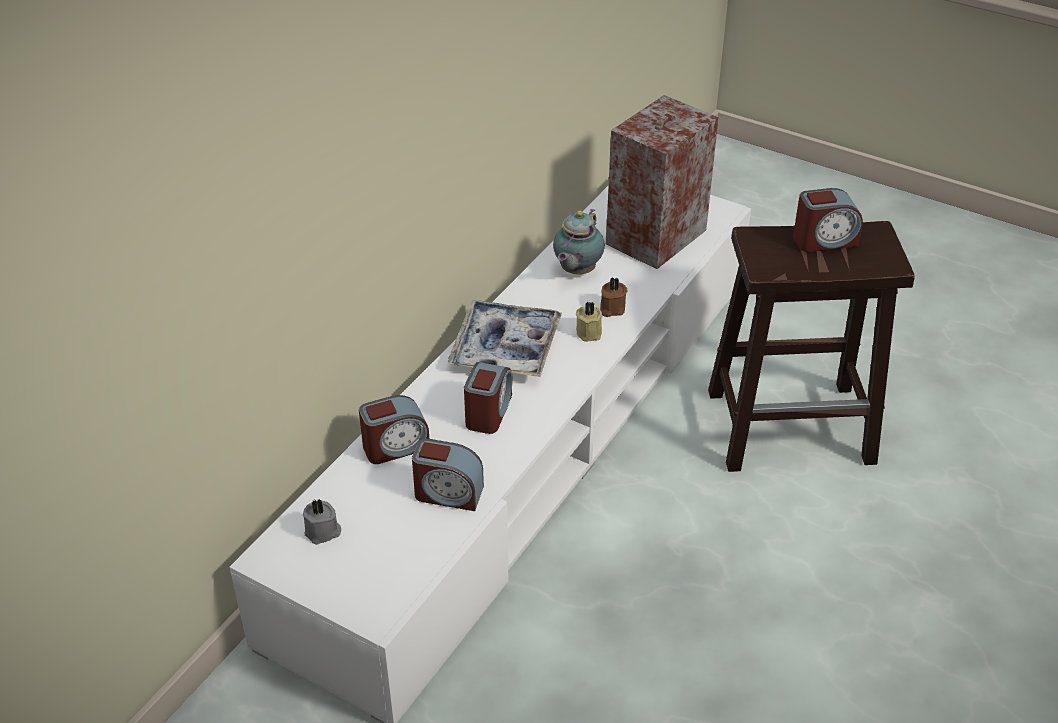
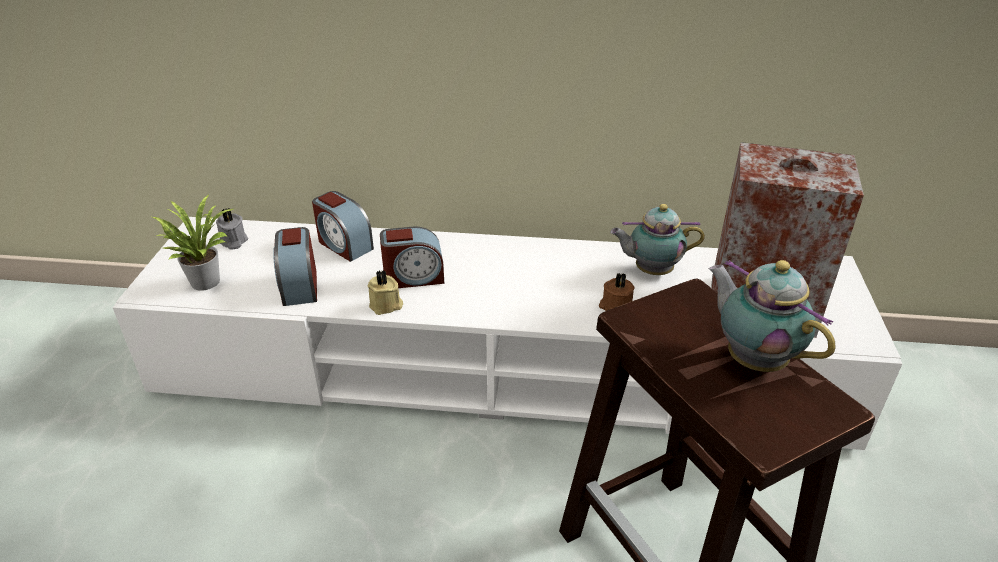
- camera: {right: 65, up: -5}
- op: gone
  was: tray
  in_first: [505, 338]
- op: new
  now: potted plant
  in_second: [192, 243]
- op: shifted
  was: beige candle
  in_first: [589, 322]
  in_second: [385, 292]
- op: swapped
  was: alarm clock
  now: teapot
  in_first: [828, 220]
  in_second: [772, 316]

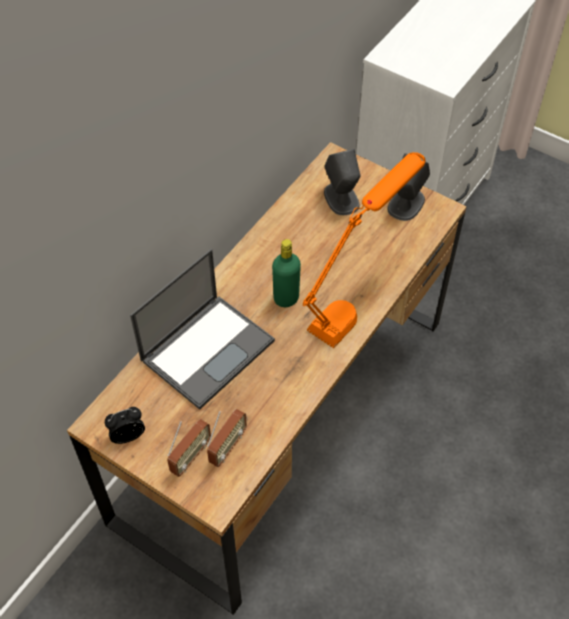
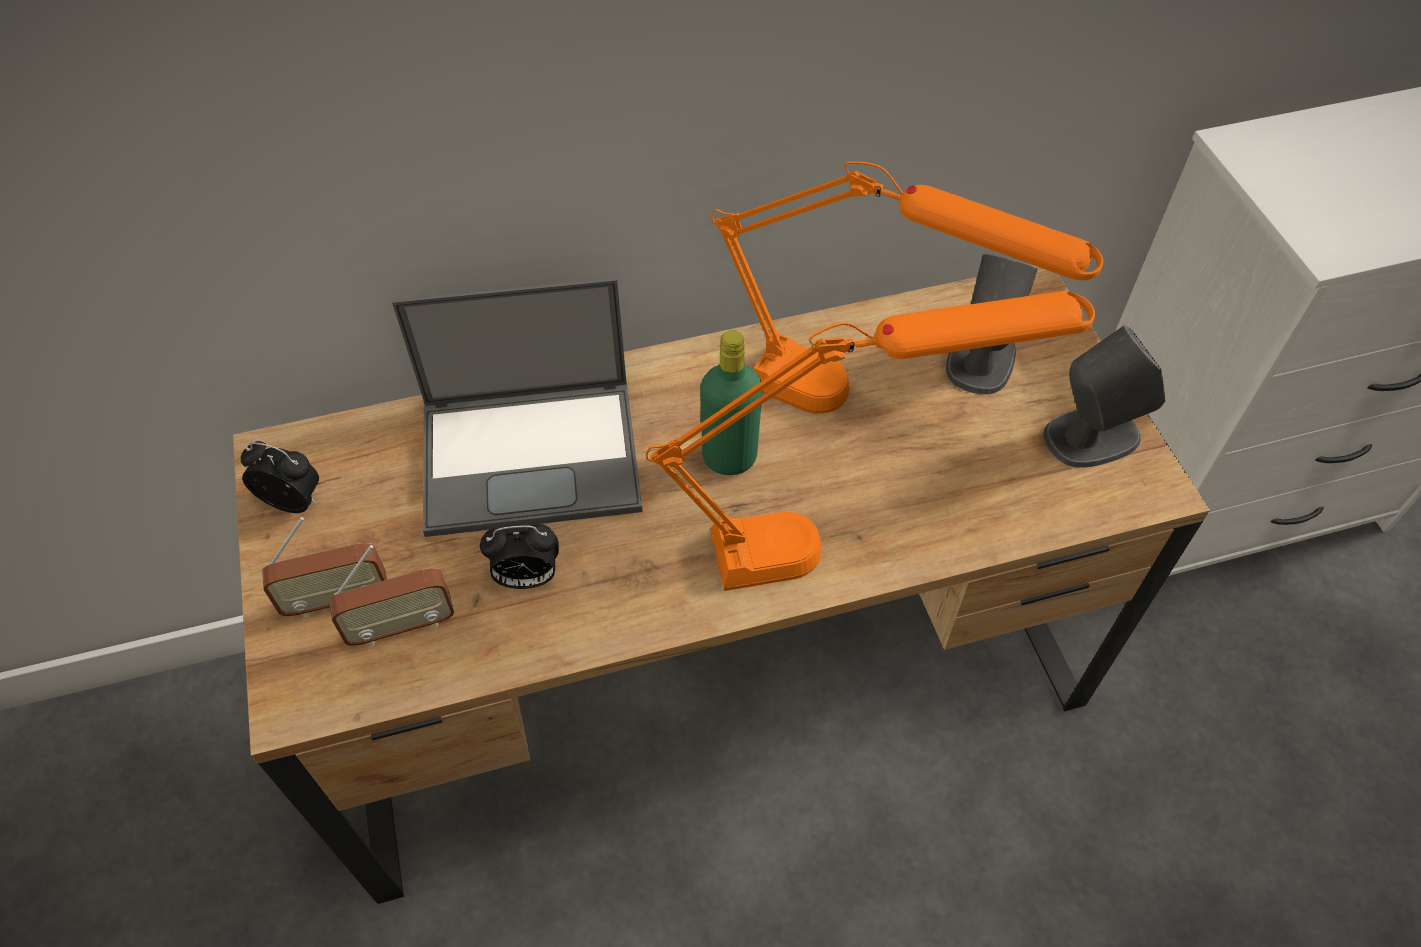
- camera: {right: 40, up: 0}
- op: new
  now: alarm clock
  in_second: [519, 556]
- op: new
  now: orange table lamp
  in_second: [907, 287]

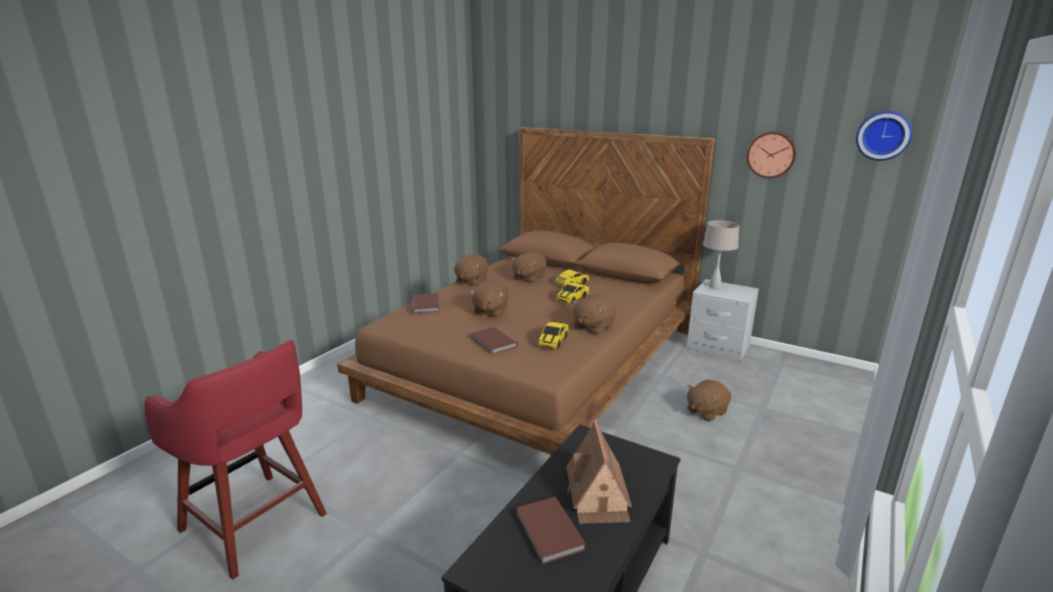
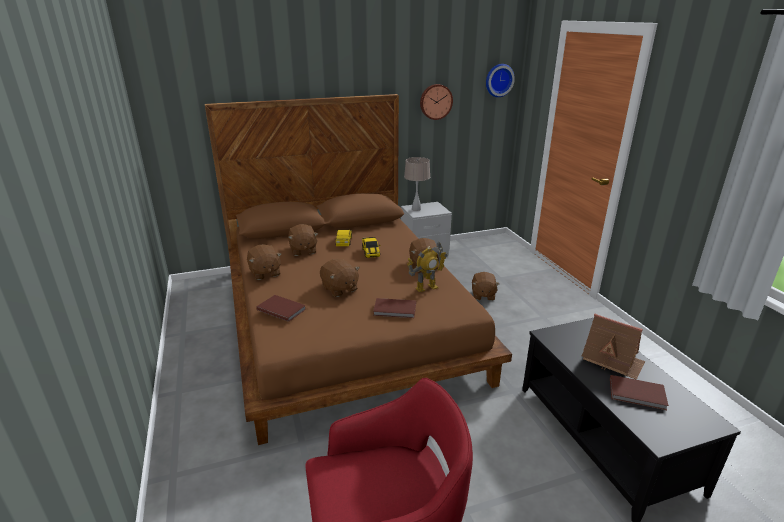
- camera: {right: -50, up: 5}
- op: swapped
  was: toy car
  now: toy robot
  in_first: [553, 335]
  in_second: [427, 266]

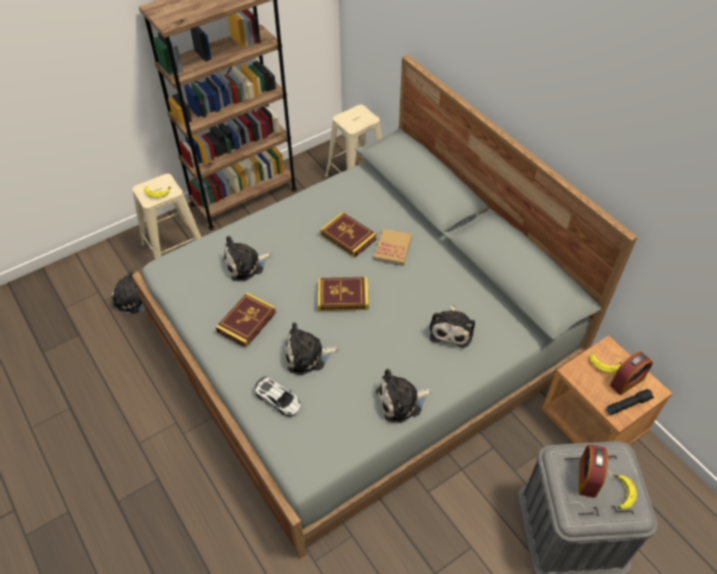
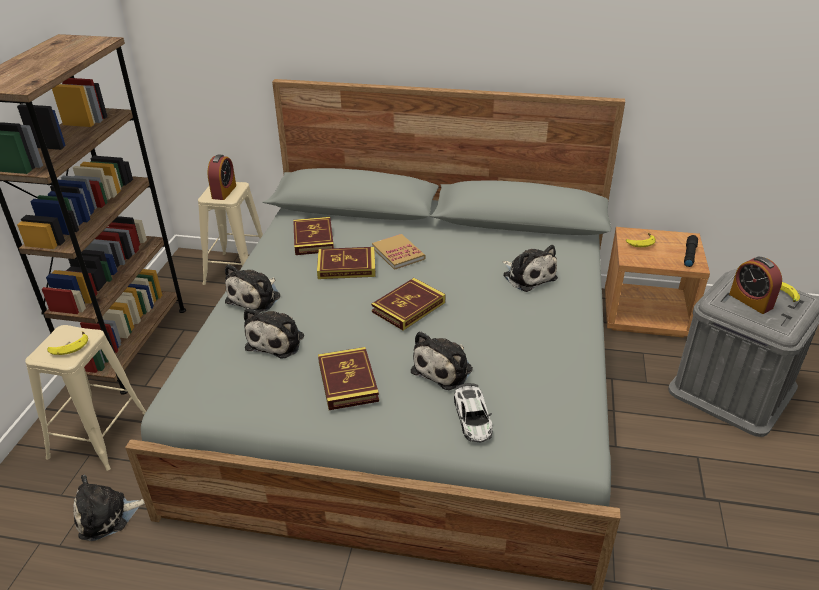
- camera: {right: -45, up: -15}
- op: new
  now: book
  in_second: [313, 236]
- op: shifted
  was: plush toy
  in_first: [404, 396]
  in_second: [252, 288]
- op: shifted
  was: alarm clock
  in_first: [631, 373]
  in_second: [222, 177]
- op: rotated
  was: toy car
  in_first: [278, 396]
  in_second: [473, 412]
  clockwise: 90

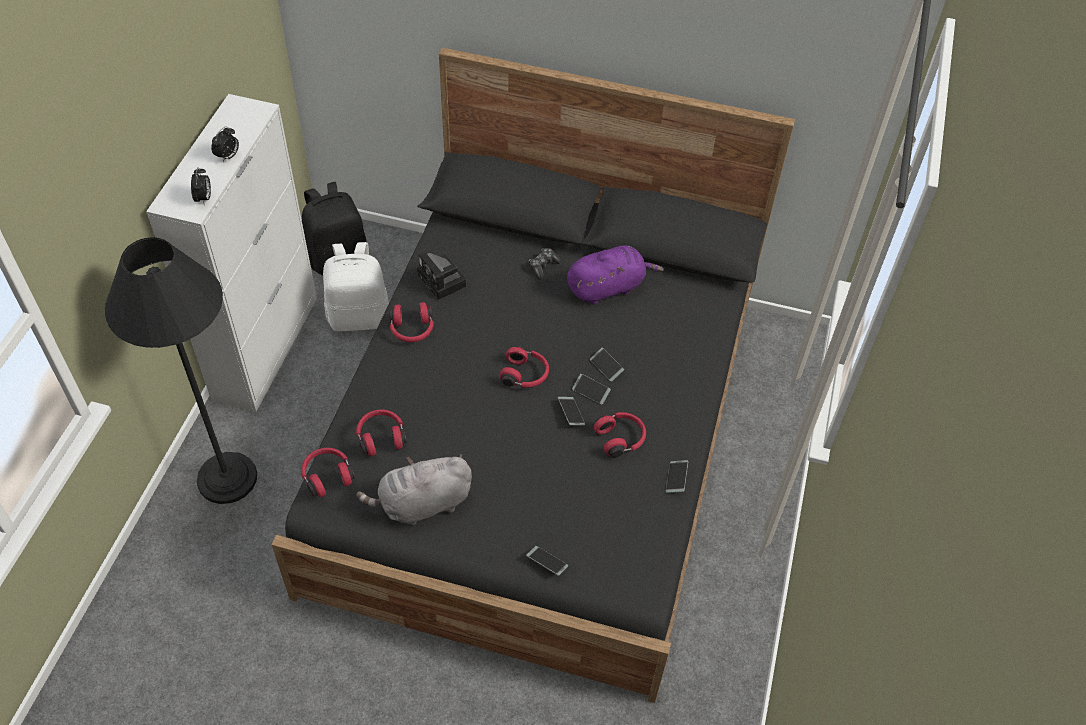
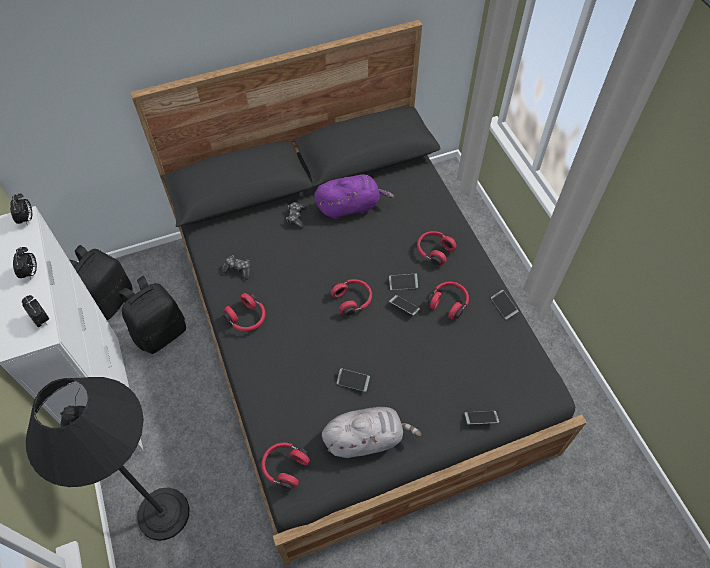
- camera: {right: -35, up: 5}
- op: new
  now: alarm clock
  in_second: [21, 210]
- op: shifted
  was: red headphones
  in_first: [381, 432]
  in_second: [437, 248]
- op: shifted
  was: phone
  in_first: [607, 365]
  in_second: [353, 380]
- op: swapped
  was: photo camera
  now: game controller
  in_first: [441, 276]
  in_second: [235, 267]
- op: repainted
  was: white backpack
  now: black backpack
  in_first: [356, 286]
  in_second: [152, 315]
- op: rotated
  was: grey plush toy
  in_first: [414, 489]
  in_second: [371, 432]
  clockwise: -135
- op: rotated
  was: purple plush toy
  in_first: [615, 275]
  in_second: [354, 196]
  clockwise: 45

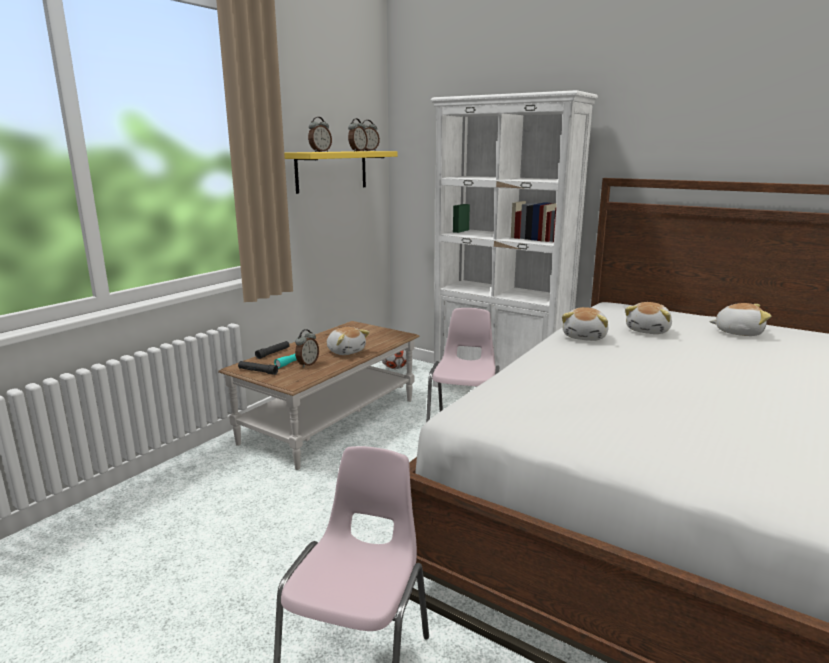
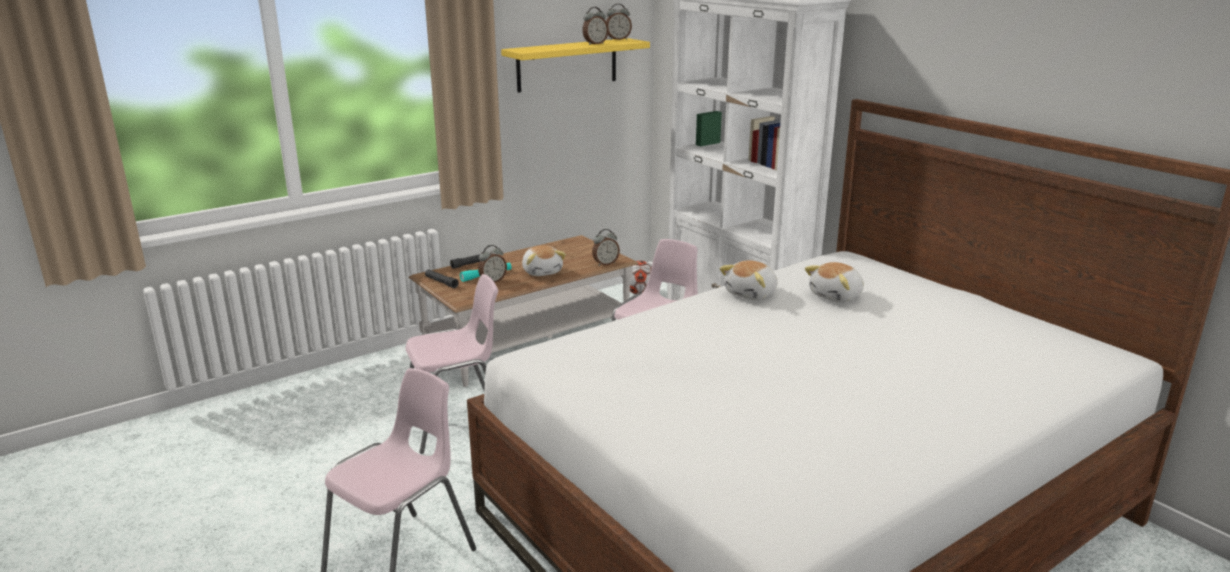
- camera: {right: 20, up: 5}
- op: gone
  was: plush toy
  in_first: [740, 319]
- op: new
  now: pink chair
  in_second: [452, 364]
- op: shifted
  was: alarm clock
  in_first: [320, 134]
  in_second: [606, 247]

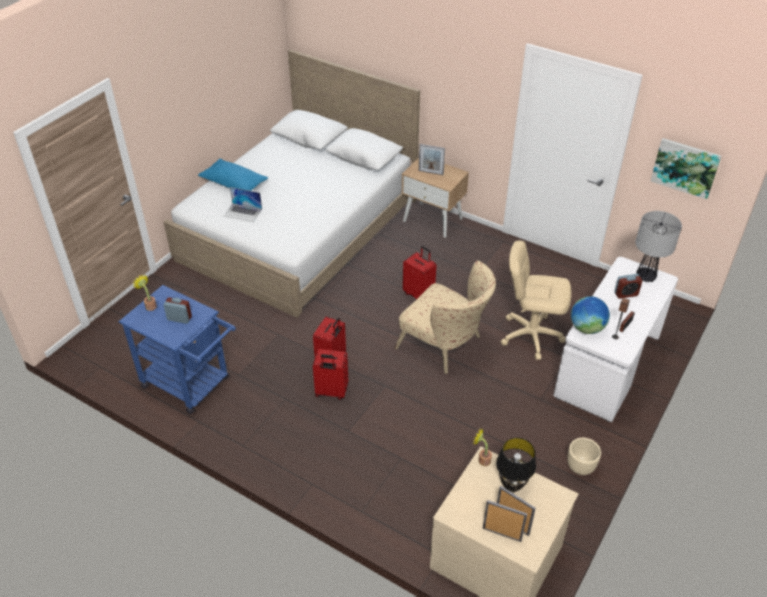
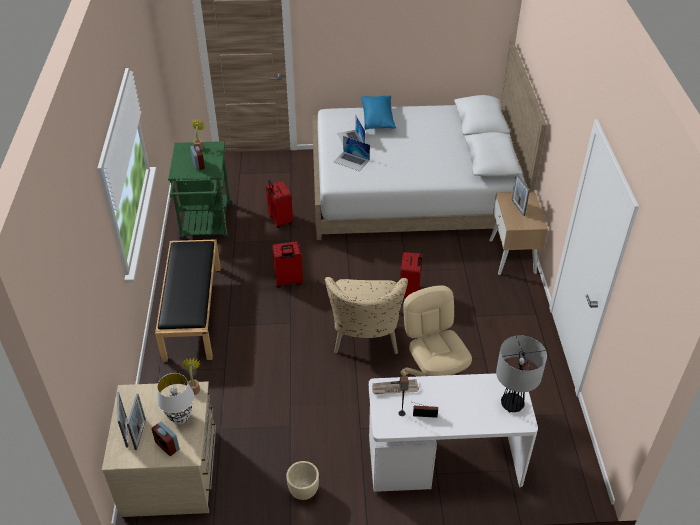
- camera: {right: 55, up: 0}
- op: gone
  was: picture
  in_first: [686, 168]
- op: new
  now: black bench
  in_second: [188, 300]
- op: new
  now: laptop
  in_second: [351, 153]
- op: shifted
  was: red suitcase
  in_first: [330, 374]
  in_second: [279, 204]
- op: shifted
  was: alarm clock
  in_first: [628, 286]
  in_second: [166, 439]
- op: swapped
  was: globe
  now: newspaper
  in_first: [590, 315]
  in_second: [395, 386]
- op: repainted
  was: blue cart
  now: green cart
  in_first: [177, 349]
  in_second: [200, 190]
- op: repainted
  was: black table lamp
  now: white table lamp
  in_first: [516, 465]
  in_second: [175, 398]

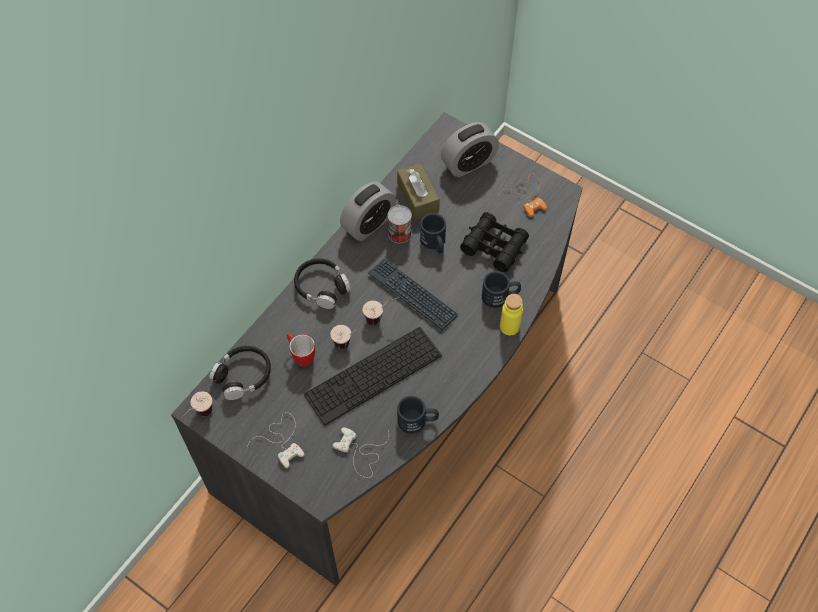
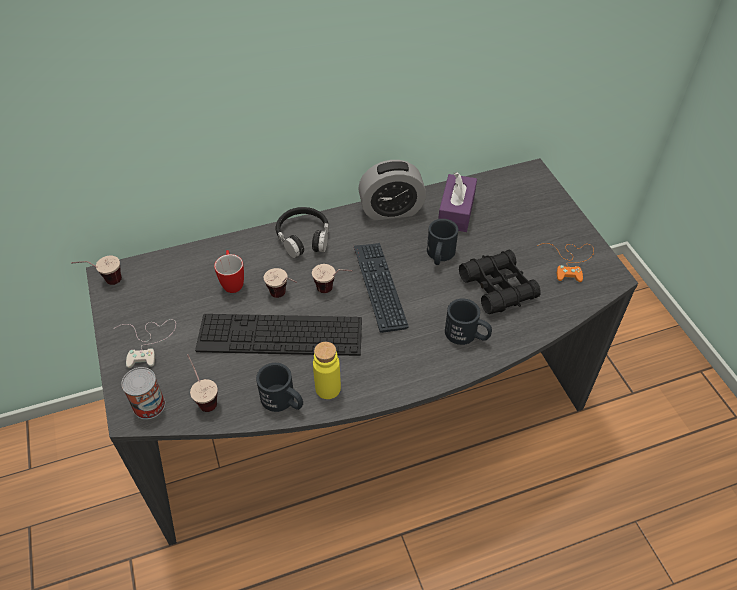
- camera: {right: 35, up: -10}
- op: gone
  was: black headphones
  in_first: [240, 373]
- op: gone
  was: alarm clock
  in_first: [470, 149]
- op: shifted
  was: can
  in_first: [400, 224]
  in_second: [143, 393]
- op: shifted
  was: yellow bottle
  in_first: [511, 314]
  in_second: [327, 370]
- op: swapped
  was: white game controller
  now: cup
  in_first: [361, 452]
  in_second: [202, 383]
- op: repainted
  was: brown tissue box
  now: purple tissue box
  in_first: [418, 191]
  in_second: [457, 202]

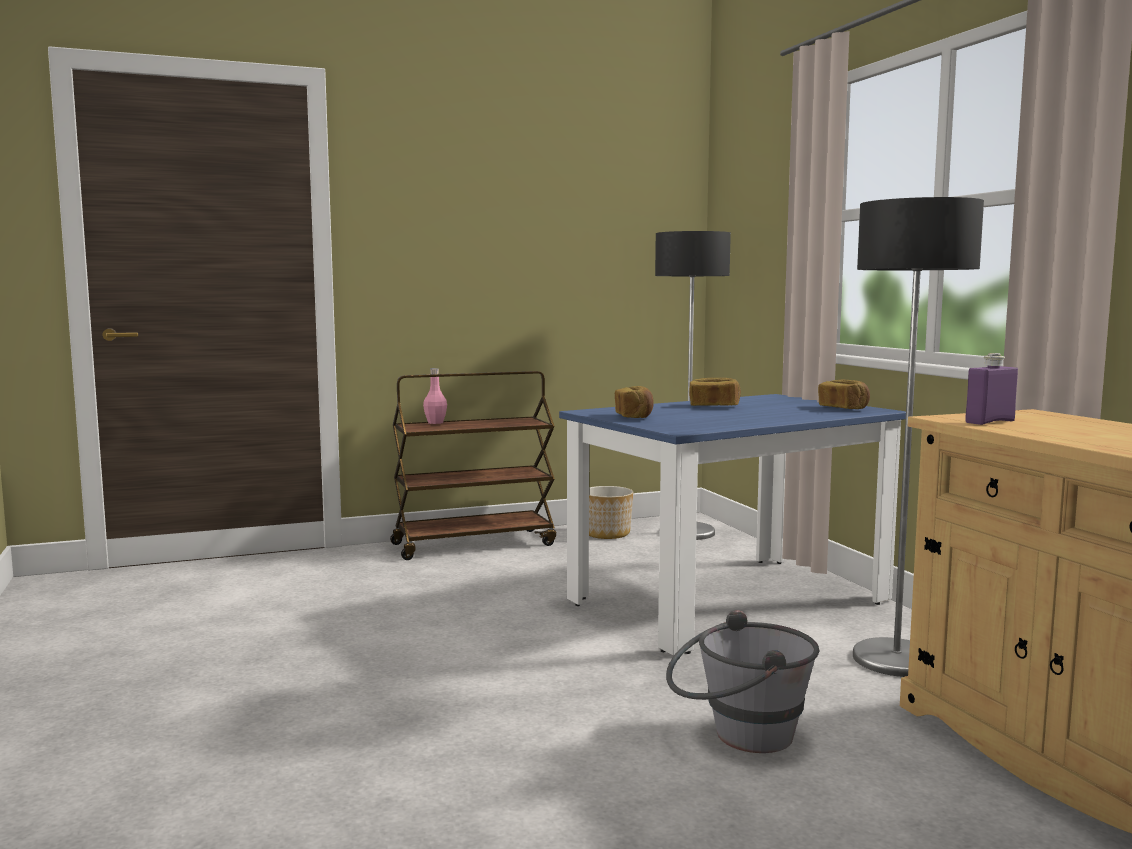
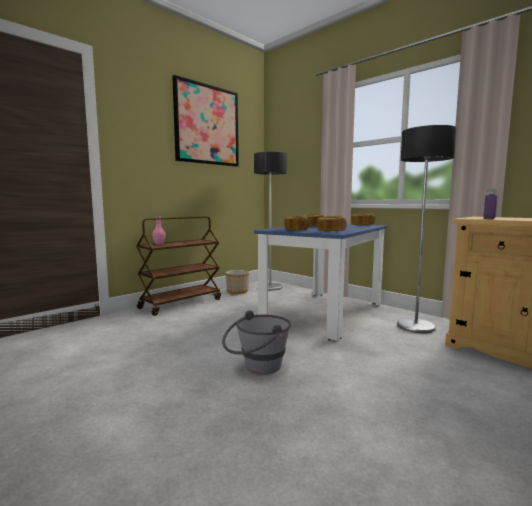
- camera: {right: -25, up: 0}
- op: new
  now: picture
  in_second: [205, 121]
- op: new
  now: bread
  in_second: [332, 223]
- op: shifted
  was: grey bucket
  in_first: [742, 681]
  in_second: [256, 342]

